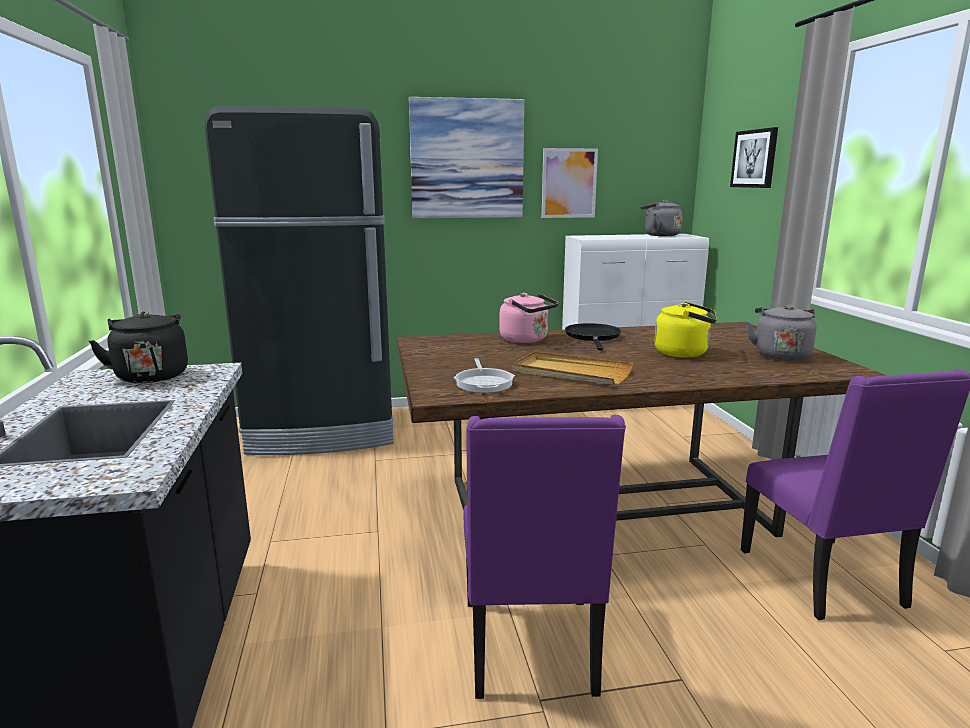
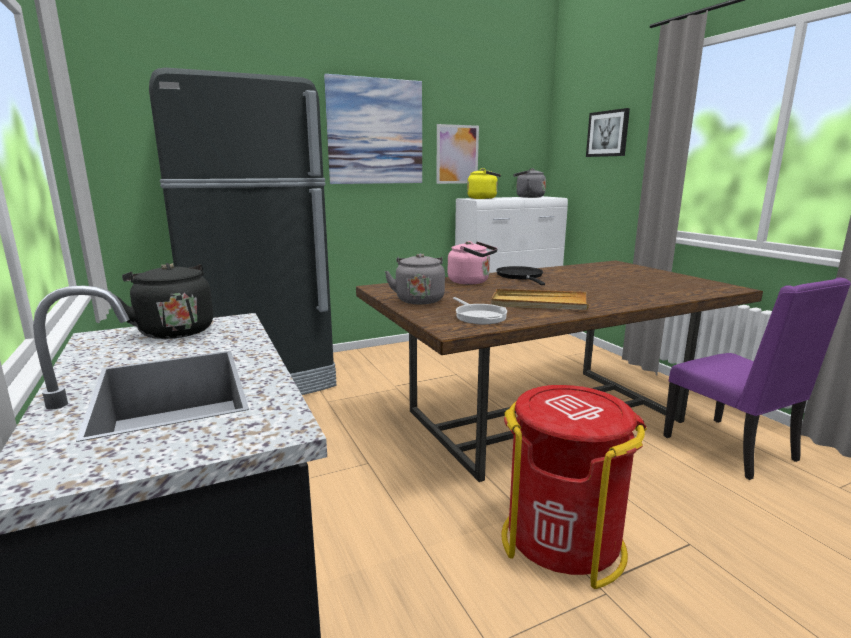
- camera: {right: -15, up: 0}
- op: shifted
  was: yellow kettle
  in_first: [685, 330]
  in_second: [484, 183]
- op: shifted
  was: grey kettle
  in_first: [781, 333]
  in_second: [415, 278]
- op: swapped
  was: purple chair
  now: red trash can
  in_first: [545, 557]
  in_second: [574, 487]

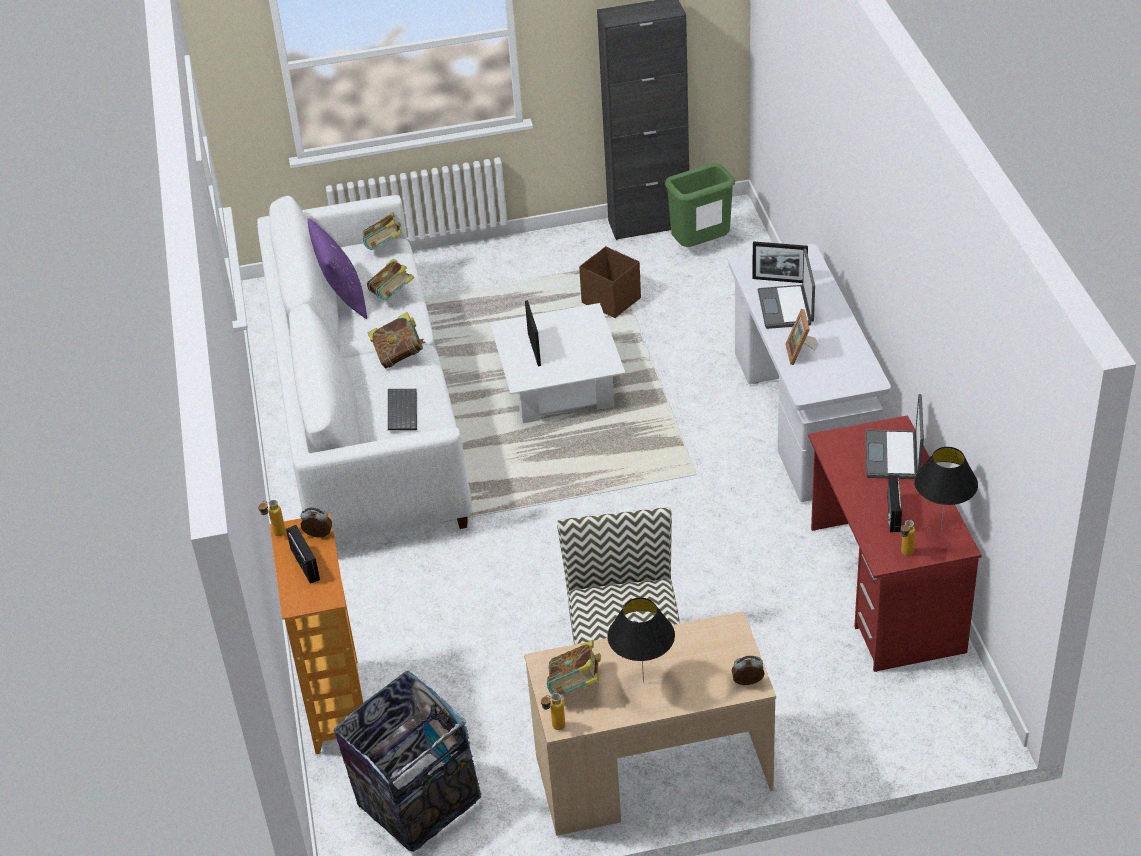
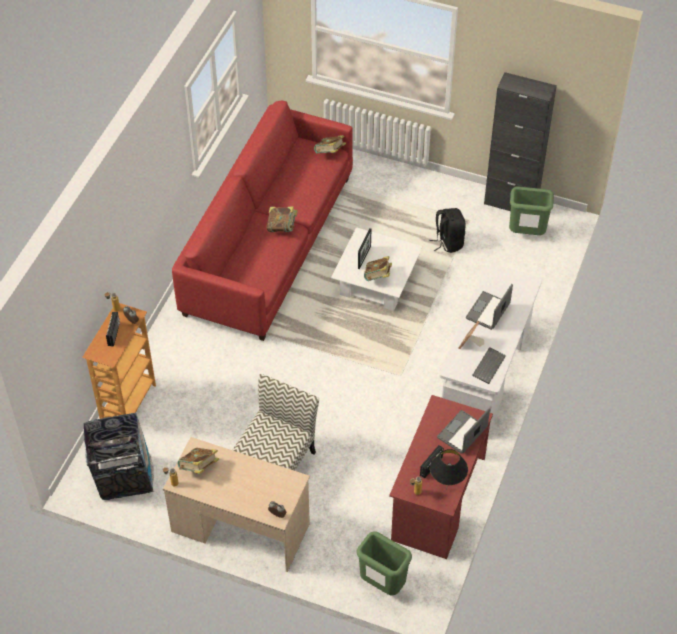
- camera: {right: 30, up: 10}
- op: gone
  was: purple pillow
  in_first: [337, 268]
- op: gone
  was: black table lamp
  in_first: [641, 640]
- op: gone
  was: picture frame
  in_first: [780, 262]
- op: new
  now: green trash can
  in_second: [384, 563]
- op: shifted
  was: book
  in_first: [391, 279]
  in_second: [378, 268]
- op: shifted
  was: keyboard
  in_first: [402, 409]
  in_second: [489, 365]
- op: swapped
  was: brown storage box
  now: black backpack
  in_first: [610, 282]
  in_second: [447, 230]
- op: repainted
  was: white sofa
  now: red sofa
  in_first: [364, 368]
  in_second: [262, 221]

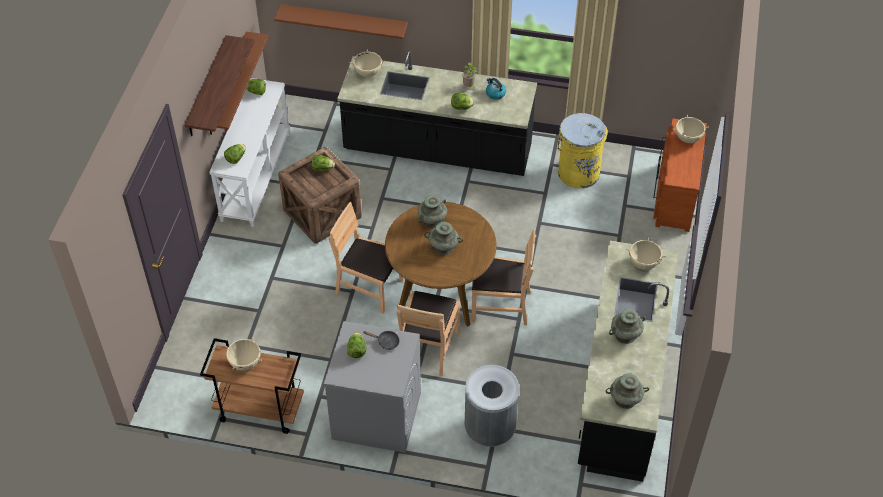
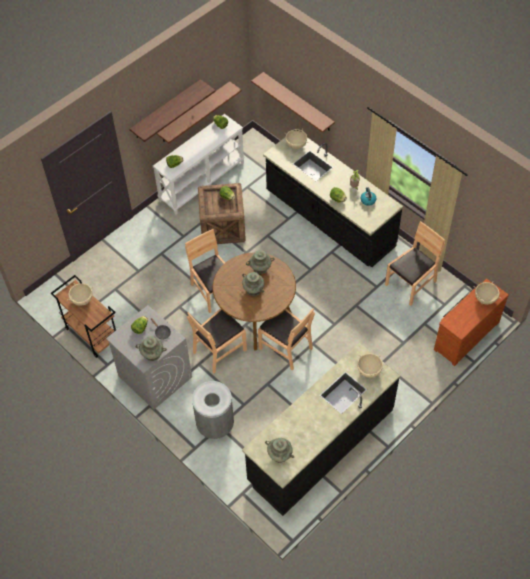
- camera: {right: 35, up: 5}
- op: shifted
  was: turquoise vase
  in_first: [627, 326]
  in_second: [151, 348]
- op: swapped
  was: yellow trash can
  now: brown chair
  in_first: [582, 150]
  in_second: [415, 263]

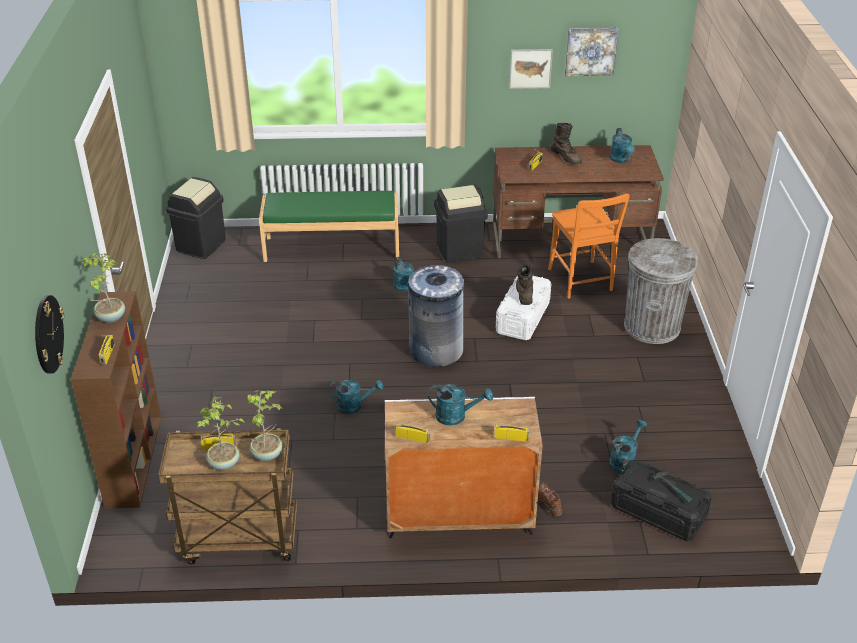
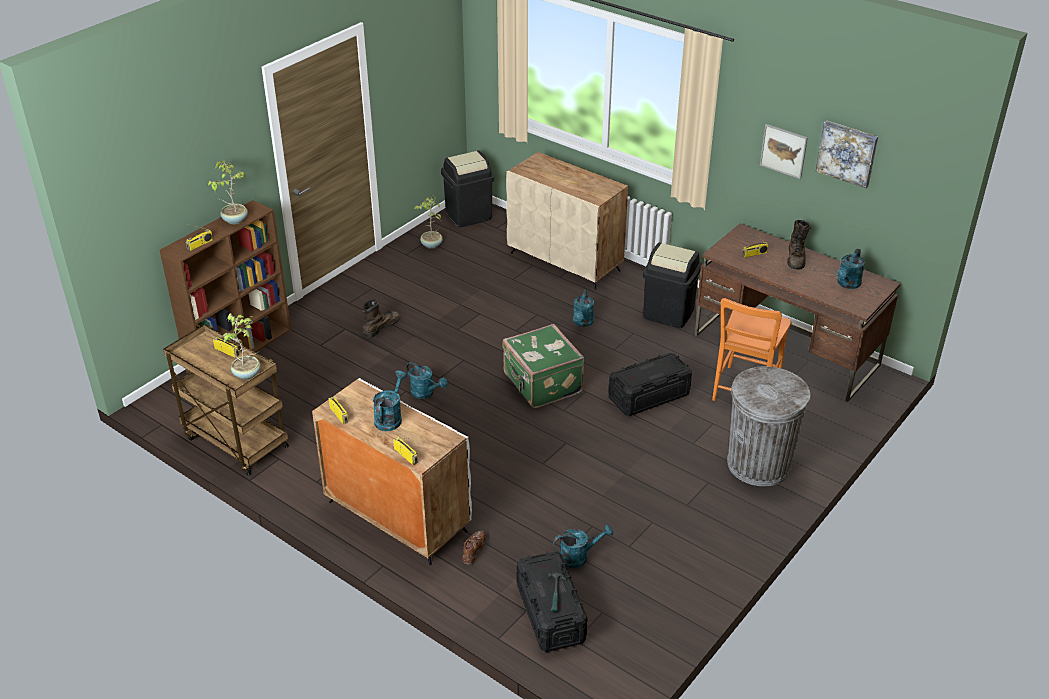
- camera: {right: 40, up: 0}
- op: gone
  was: wall clock
  in_first: [49, 334]
- op: shifted
  was: potted plant
  in_first: [221, 433]
  in_second: [428, 222]
- op: shifted
  was: brown boot
  in_first: [524, 285]
  in_second: [381, 318]
- op: swapped
  was: green bench
  now: beige cabinet
  in_first: [329, 226]
  in_second: [567, 221]
- op: swapped
  was: grey trash can
  now: green suitcase
  in_first: [436, 316]
  in_second: [543, 366]
- op: repainted
  was: white storage box
  now: black storage box
  in_first: [523, 307]
  in_second: [650, 384]
- op: rotated
  was: turquoise watering can
  in_first: [460, 405]
  in_second: [390, 400]
  clockwise: -120

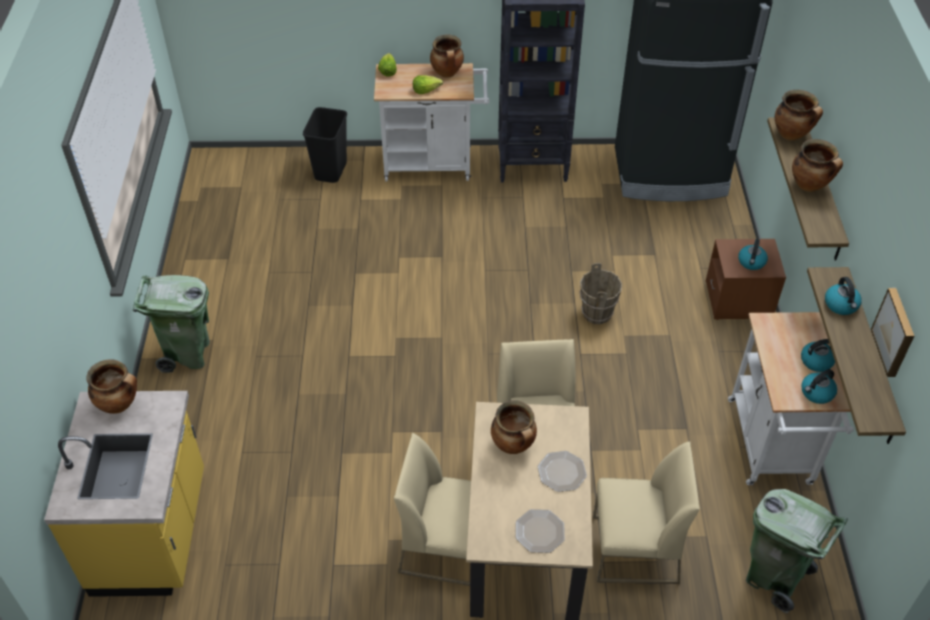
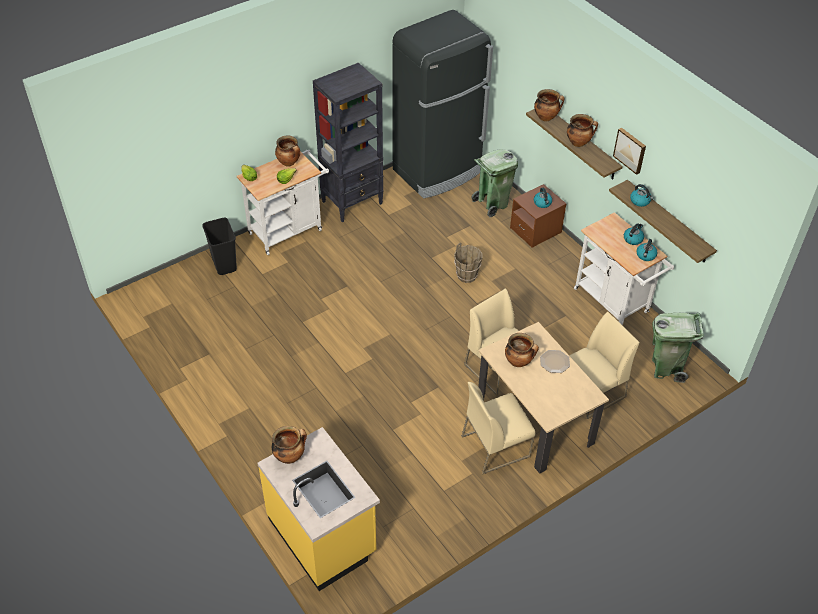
- camera: {right: -35, up: 0}
- op: gone
  was: plate
  in_first: [540, 531]
- op: shifted
  was: green trash can
  in_first: [171, 324]
  in_second: [494, 183]
- op: shifted
  was: picture
  in_first: [892, 332]
  in_second: [629, 151]

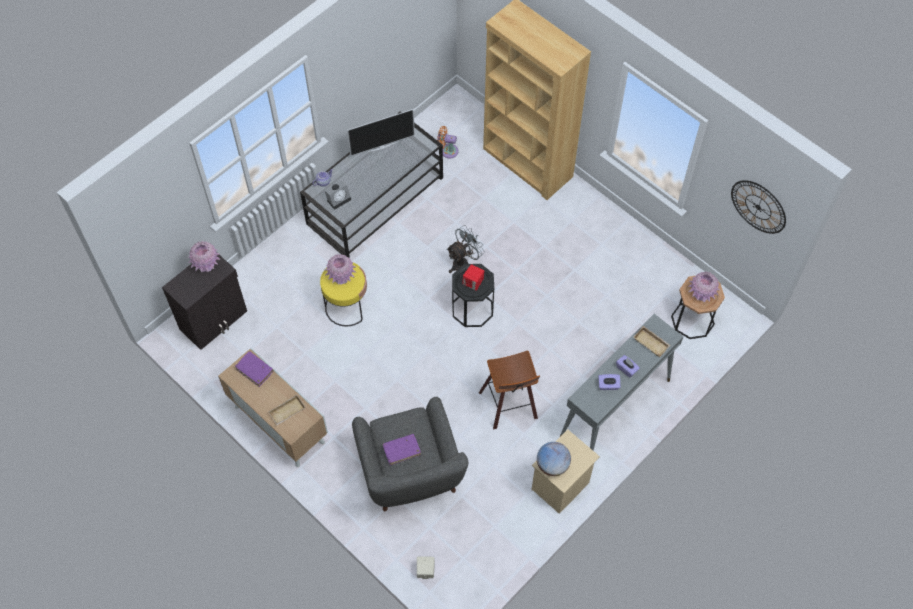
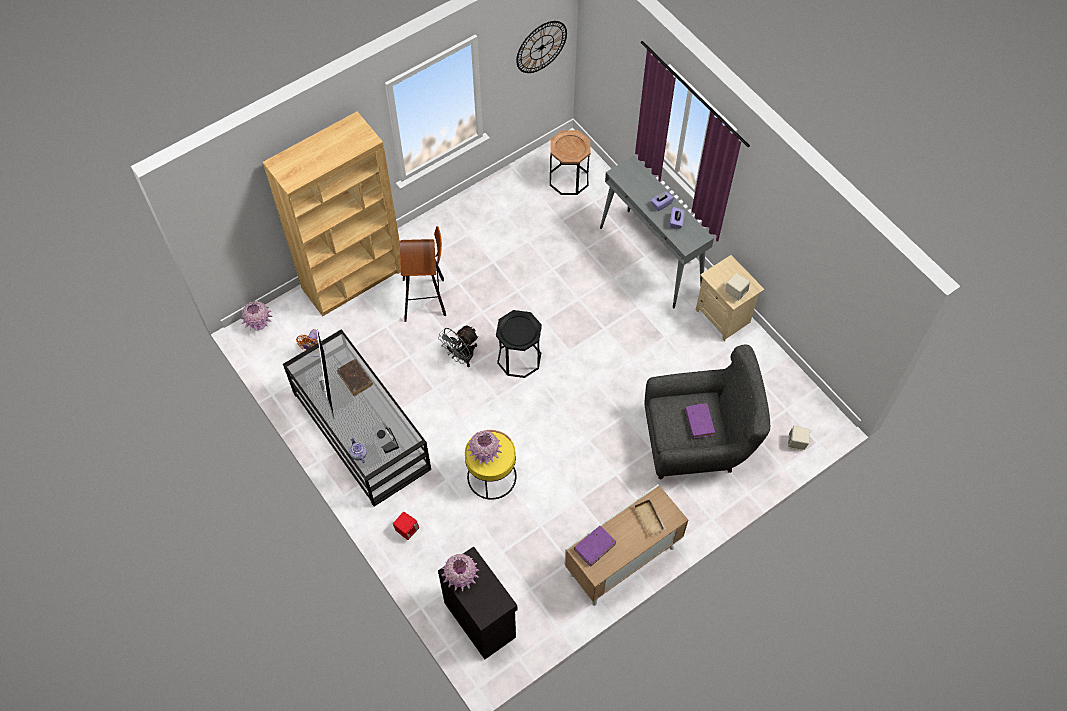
- camera: {right: -80, up: 0}
- op: gone
  was: beige tray
  in_first: [651, 341]
- op: new
  now: brown book
  in_second: [355, 377]
- op: shifted
  was: red speaker
  in_first: [473, 277]
  in_second: [406, 526]
- op: shifted
  was: stool
  in_first: [509, 390]
  in_second: [423, 274]
- op: shifted
  was: pink vase
  in_first: [704, 286]
  in_second: [256, 316]
- op: swapped
  was: globe
  now: beige speaker
  in_first: [554, 459]
  in_second: [738, 287]
- op: rotated
  was: grey fan
  in_first: [466, 249]
  in_second: [458, 346]
  clockwise: -105

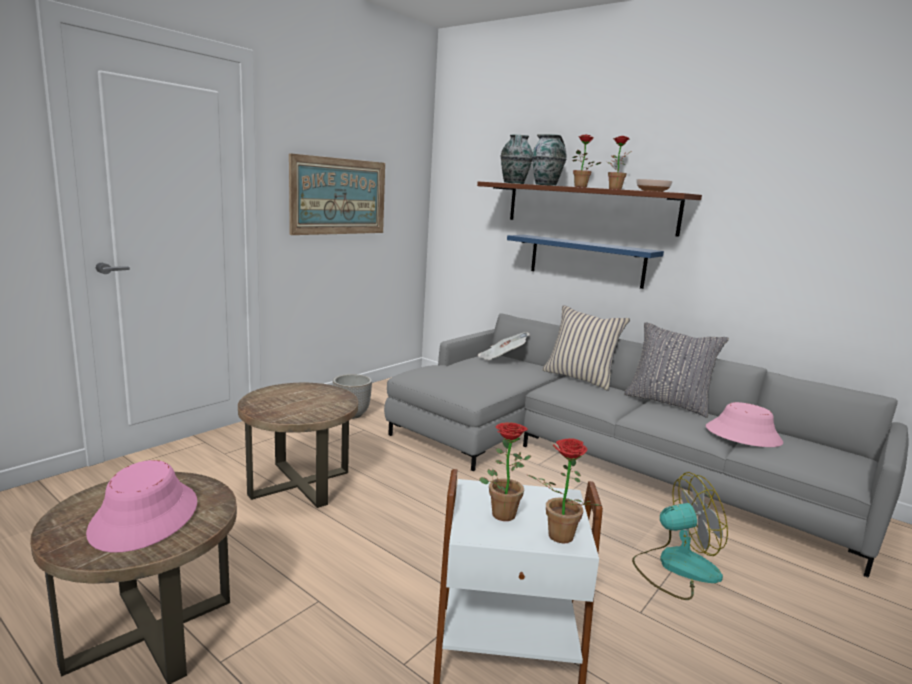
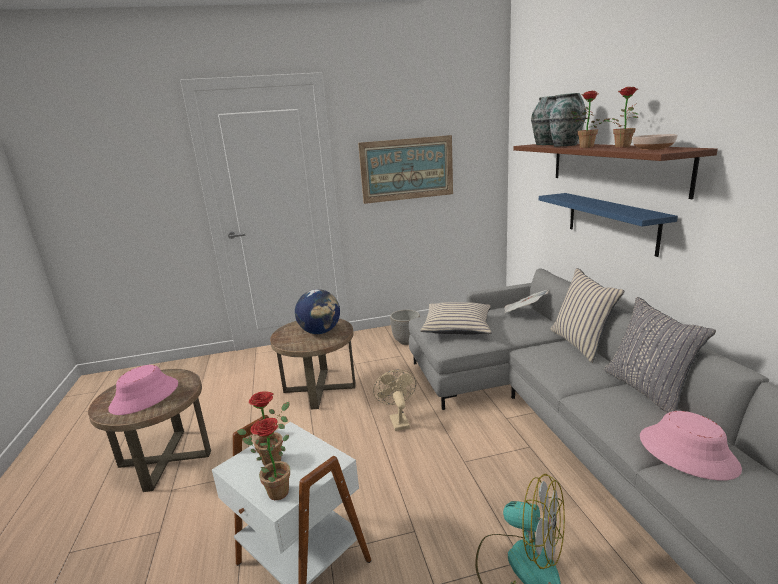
- camera: {right: 40, up: 5}
- op: new
  now: globe
  in_second: [317, 311]
- op: new
  now: beige fan
  in_second: [394, 400]
- op: new
  now: beige pillow
  in_second: [456, 318]

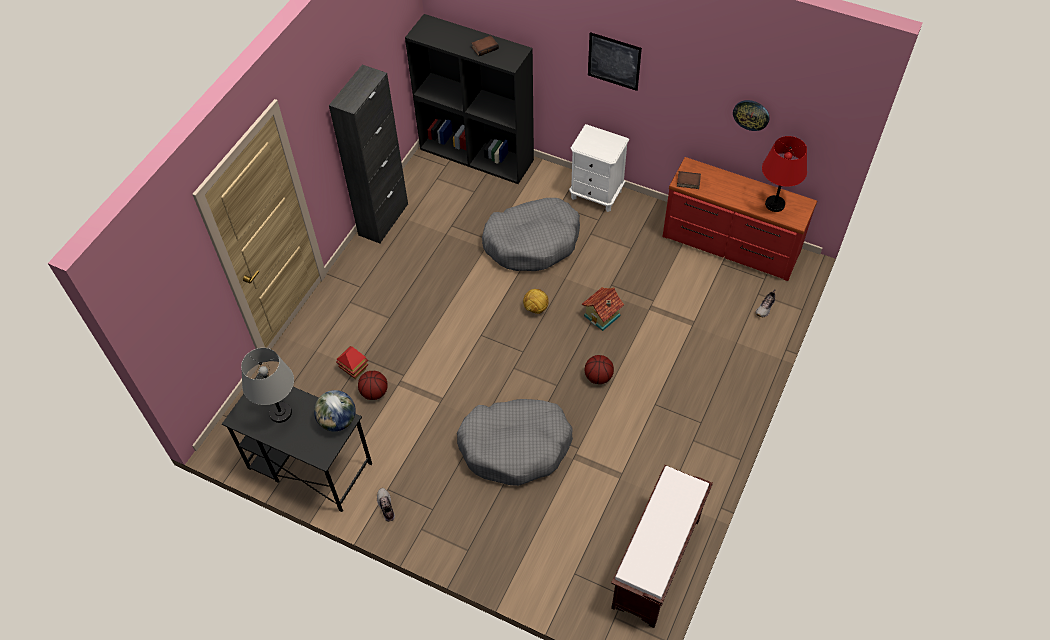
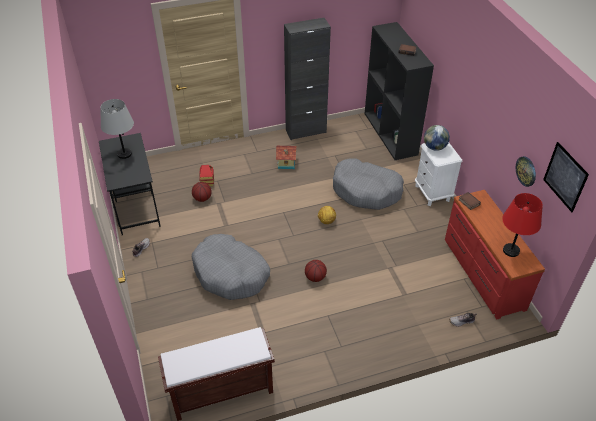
- camera: {right: 45, up: -10}
- op: shifted
  was: globe
  in_first: [335, 411]
  in_second: [437, 138]
- op: shifted
  was: toy house
  in_first: [603, 309]
  in_second: [286, 157]
- op: shifted
  was: picture
  in_first: [615, 61]
  in_second: [566, 177]

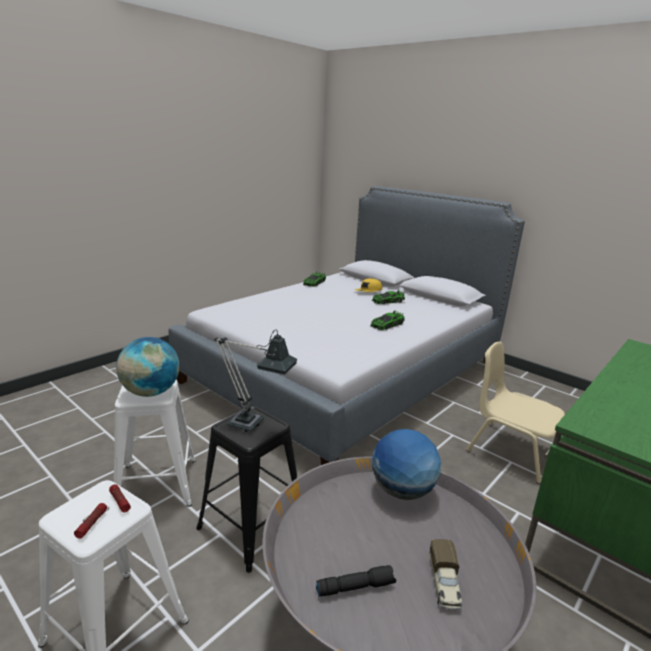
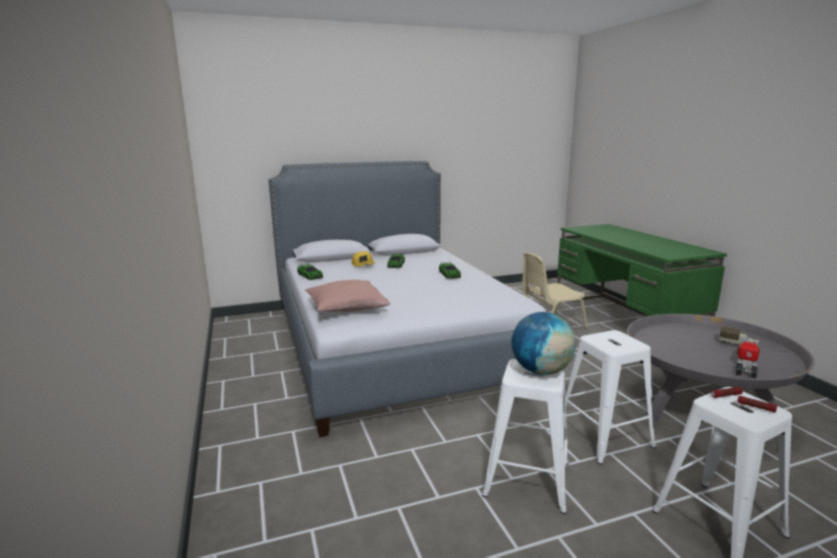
- camera: {right: -60, up: -5}
- op: gone
  was: table lamp
  in_first: [255, 380]
- op: gone
  was: globe
  in_first: [406, 464]
- op: new
  now: pink pillow
  in_second: [347, 296]
- op: swapped
  was: black flashlight
  now: toy truck
  in_first: [356, 581]
  in_second: [747, 358]
- op: repainted
  was: black stool
  now: white stool
  in_first: [246, 489]
  in_second: [611, 397]

